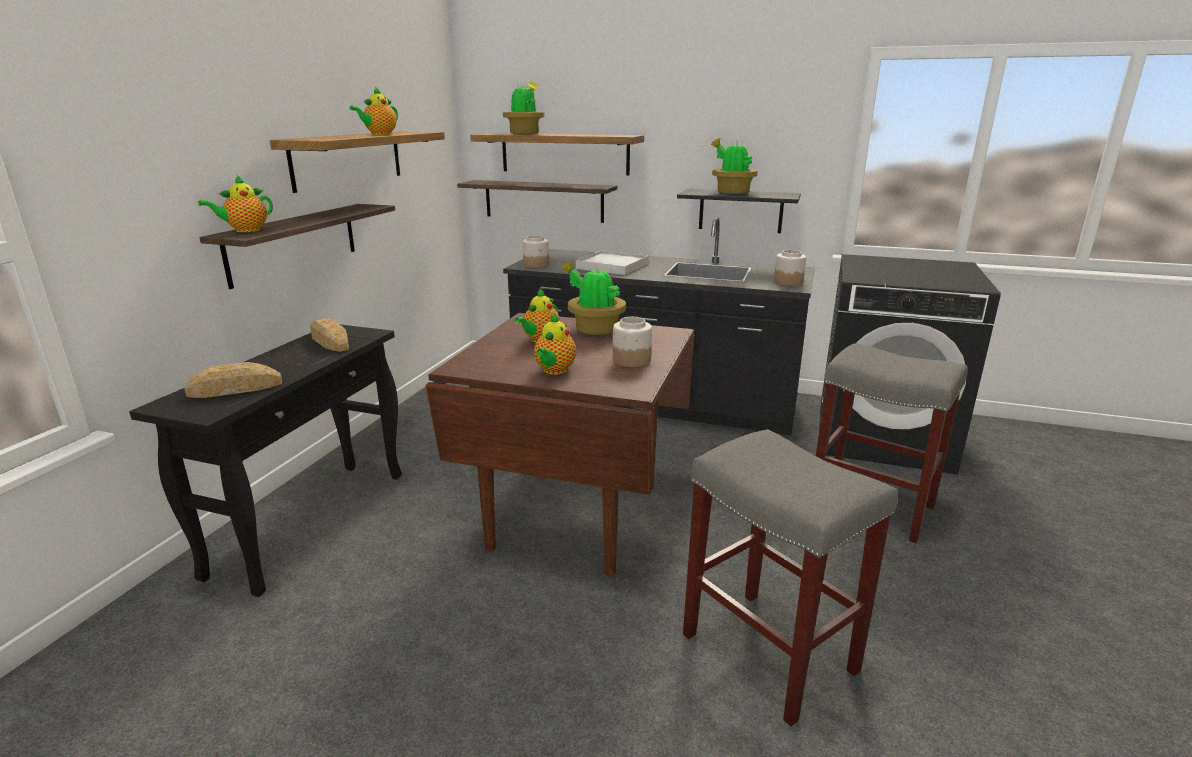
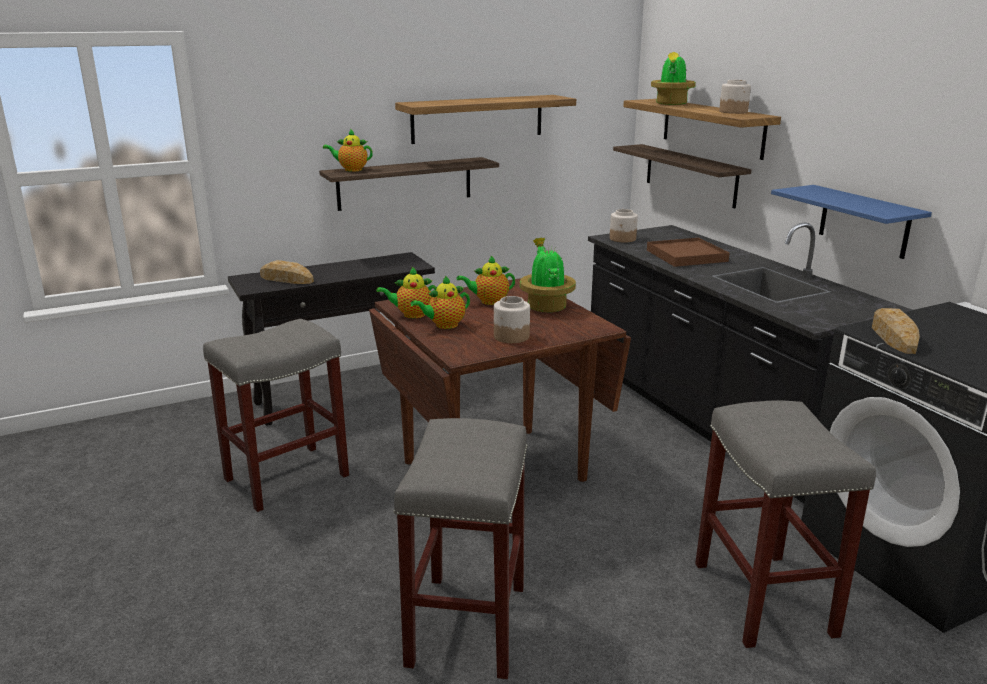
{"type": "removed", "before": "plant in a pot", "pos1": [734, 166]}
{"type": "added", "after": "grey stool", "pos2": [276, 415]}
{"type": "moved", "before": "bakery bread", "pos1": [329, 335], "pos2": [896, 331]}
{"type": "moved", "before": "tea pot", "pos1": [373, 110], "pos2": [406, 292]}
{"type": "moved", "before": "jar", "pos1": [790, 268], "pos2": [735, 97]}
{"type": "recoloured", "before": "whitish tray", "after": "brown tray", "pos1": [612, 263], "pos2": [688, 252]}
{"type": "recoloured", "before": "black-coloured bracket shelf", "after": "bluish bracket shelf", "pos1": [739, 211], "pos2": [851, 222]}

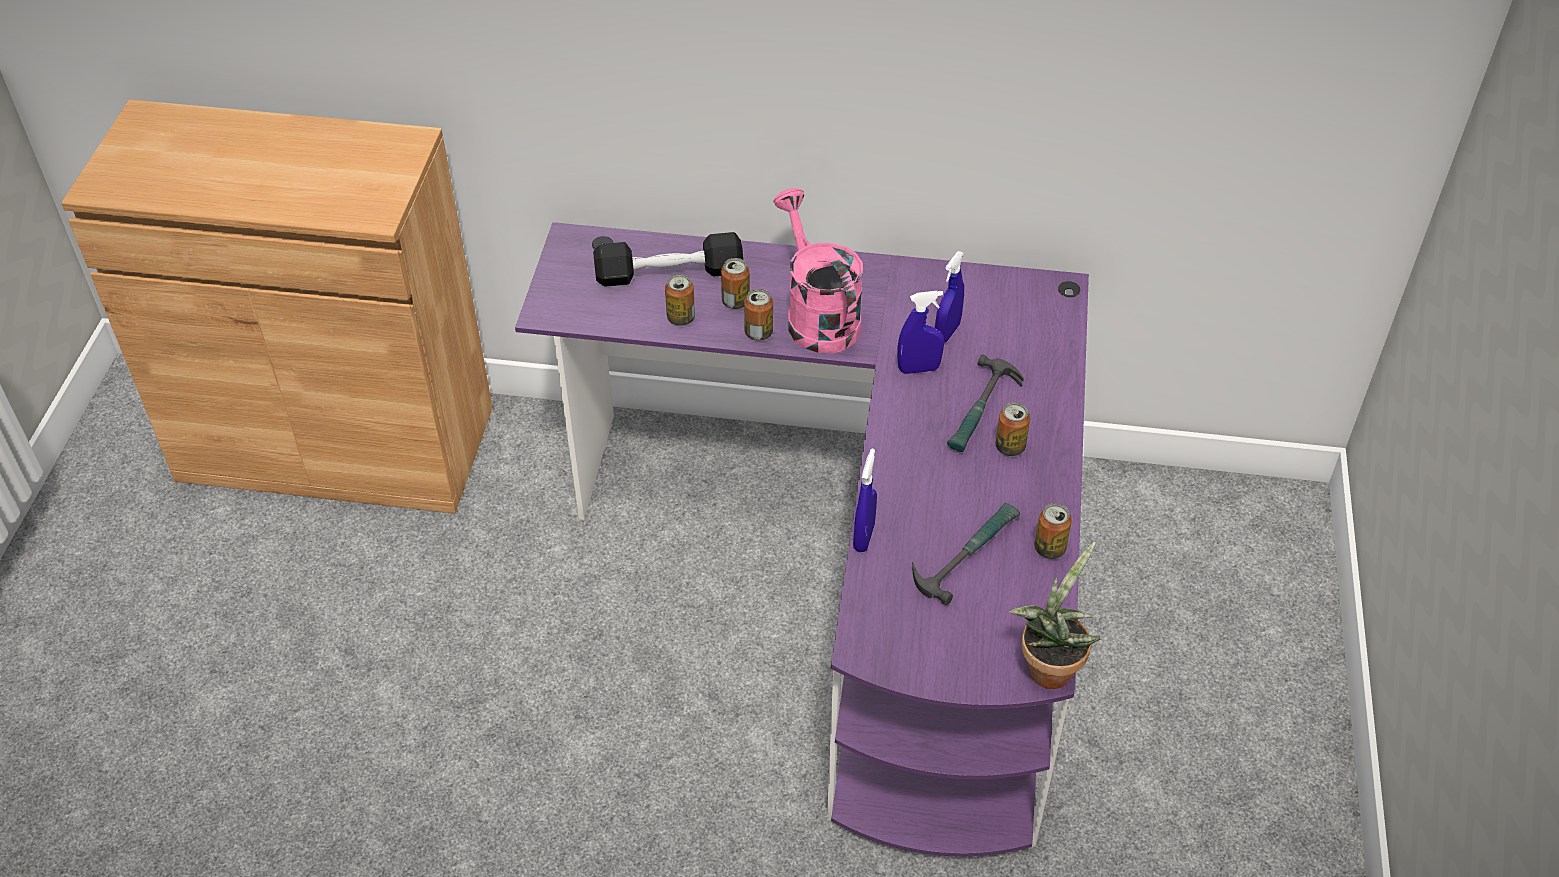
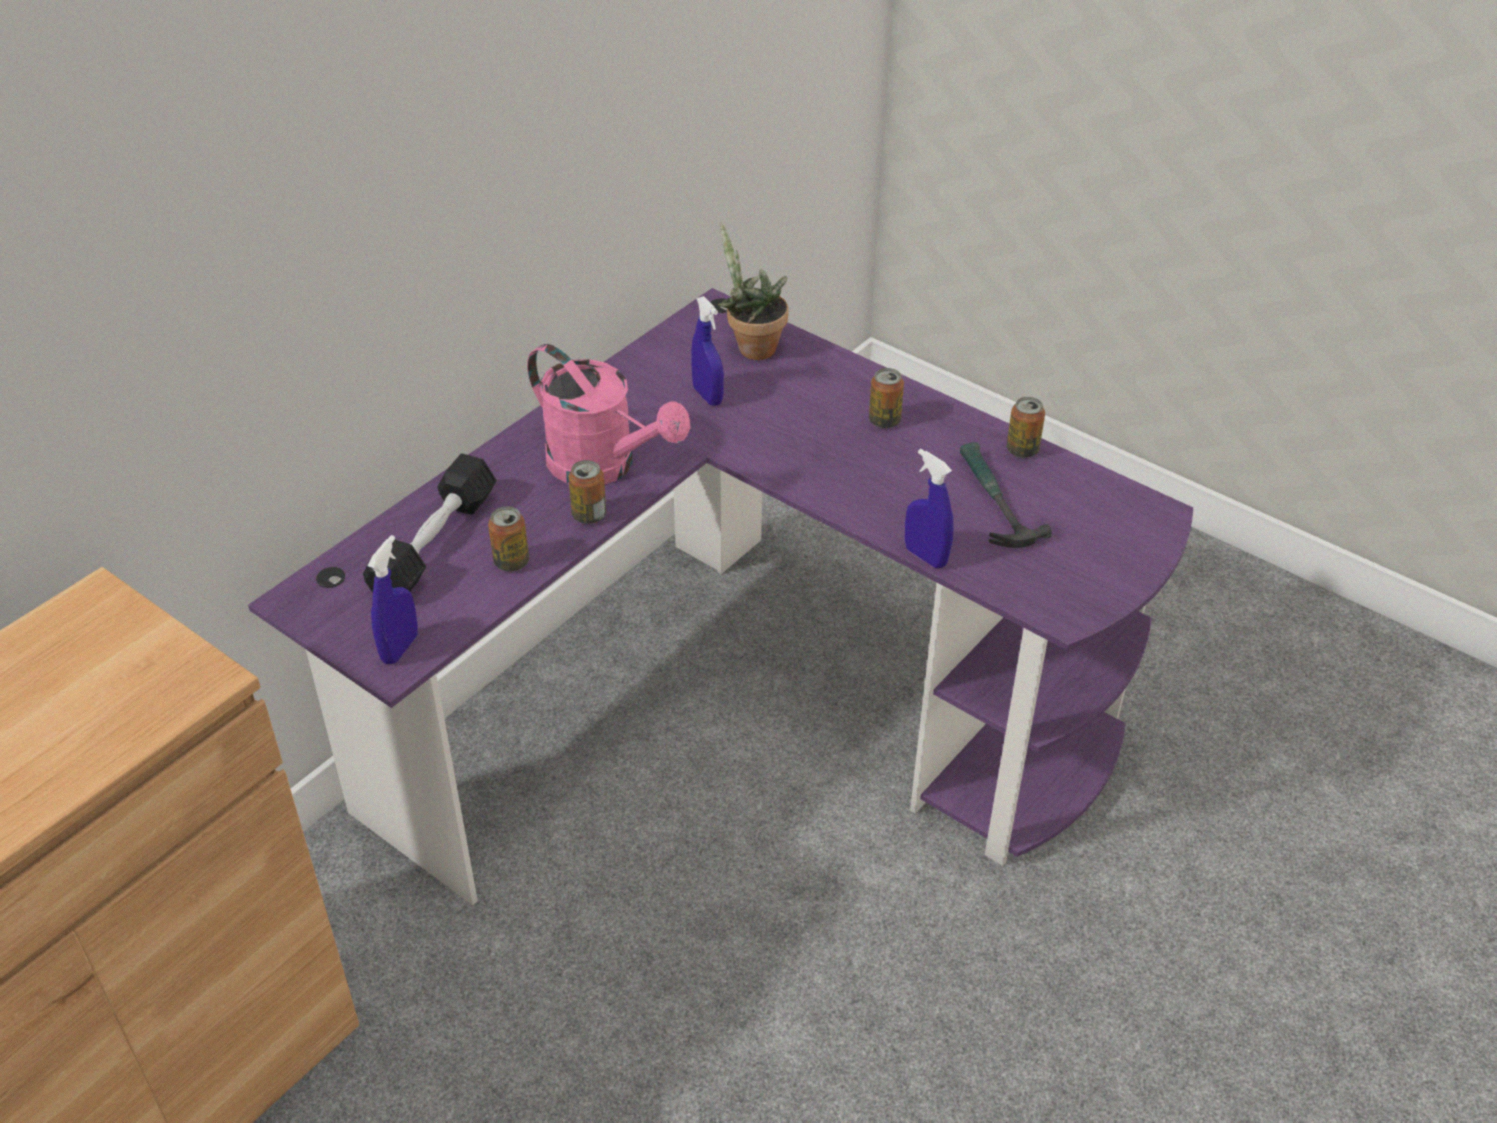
{"type": "removed", "before": "can", "pos1": [735, 283]}
{"type": "removed", "before": "hammer", "pos1": [985, 403]}
{"type": "moved", "before": "bluish spray bottle", "pos1": [920, 332], "pos2": [392, 600]}
{"type": "moved", "before": "plant in a pot", "pos1": [1055, 615], "pos2": [753, 290]}
{"type": "turned", "before": "pink sprinkling can", "pos1": [818, 270], "pos2": [608, 414], "turn": -150}

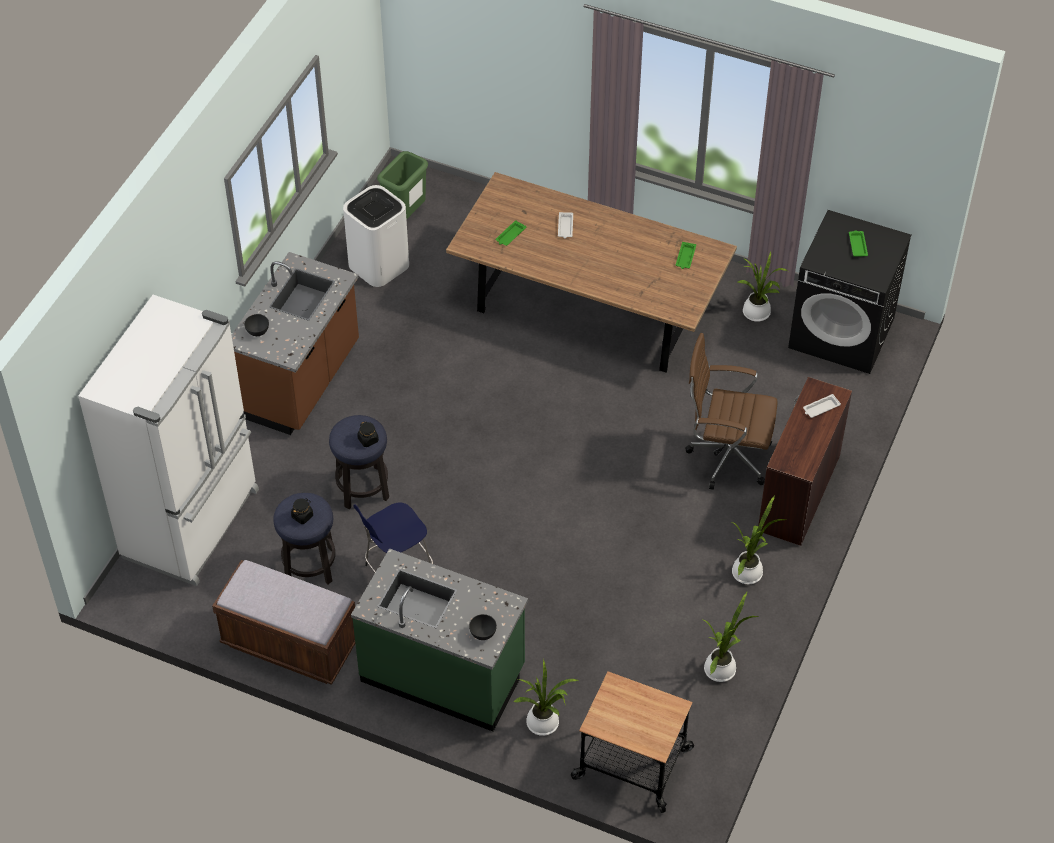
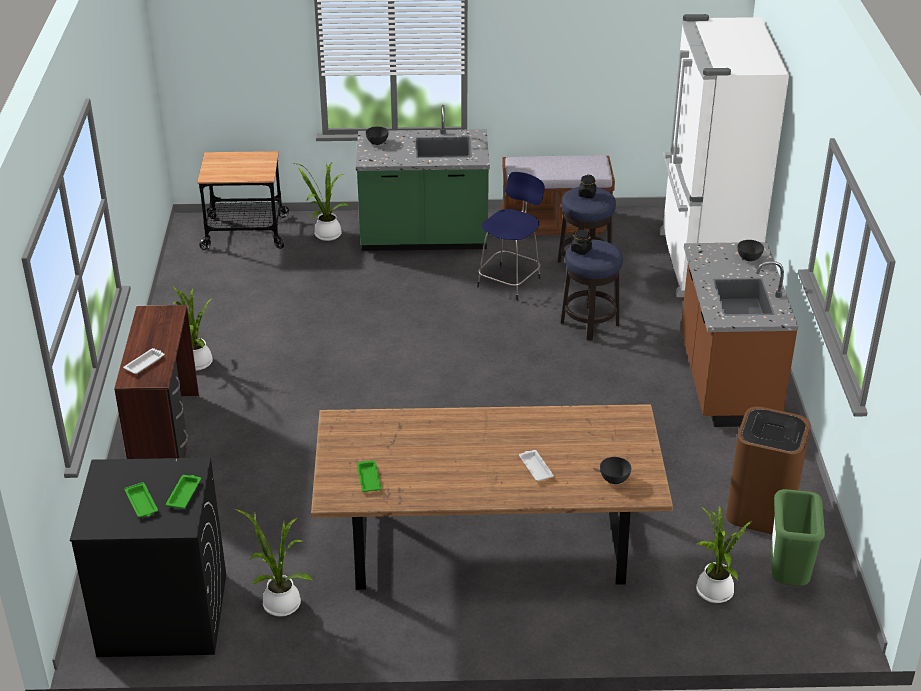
{"type": "removed", "before": "brown computer chair", "pos1": [731, 411]}
{"type": "added", "after": "grey deep dish", "pos2": [615, 470]}
{"type": "moved", "before": "greenish tray", "pos1": [511, 233], "pos2": [183, 492]}
{"type": "moved", "before": "plant in a pot", "pos1": [731, 637], "pos2": [724, 554]}
{"type": "recoloured", "before": "whitish trash can", "after": "brown trash can", "pos1": [376, 236], "pos2": [768, 470]}

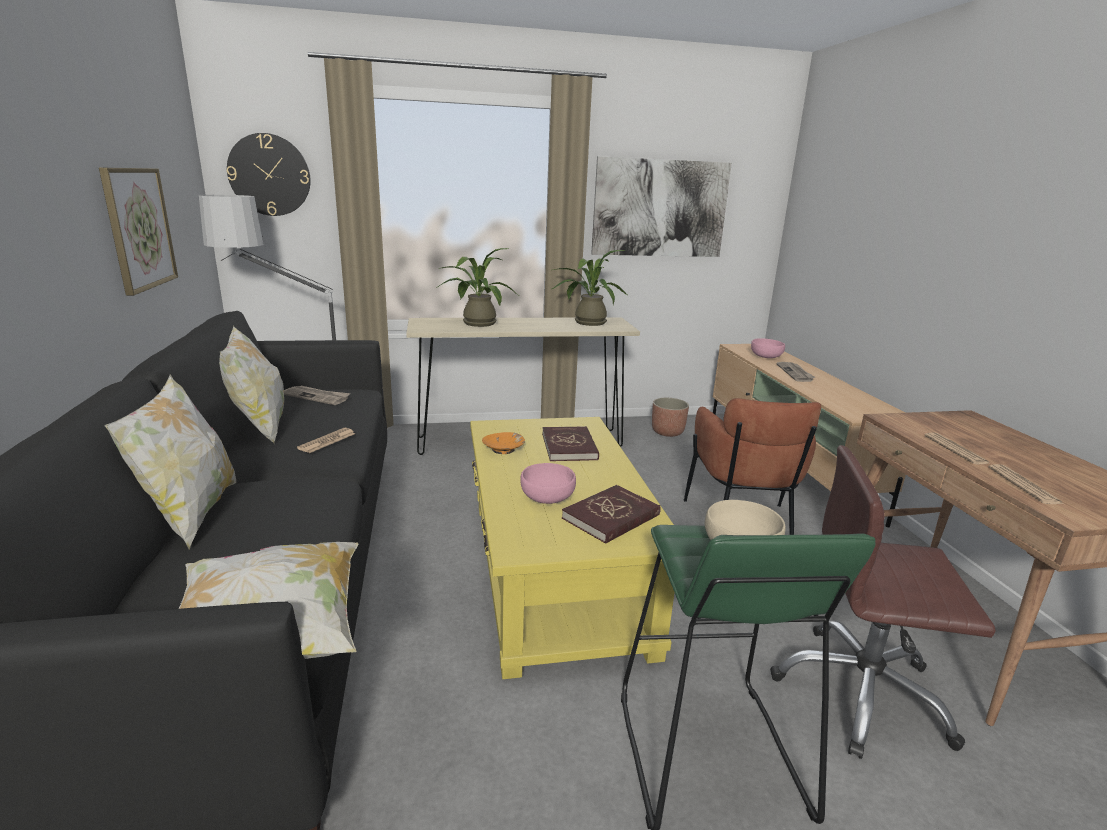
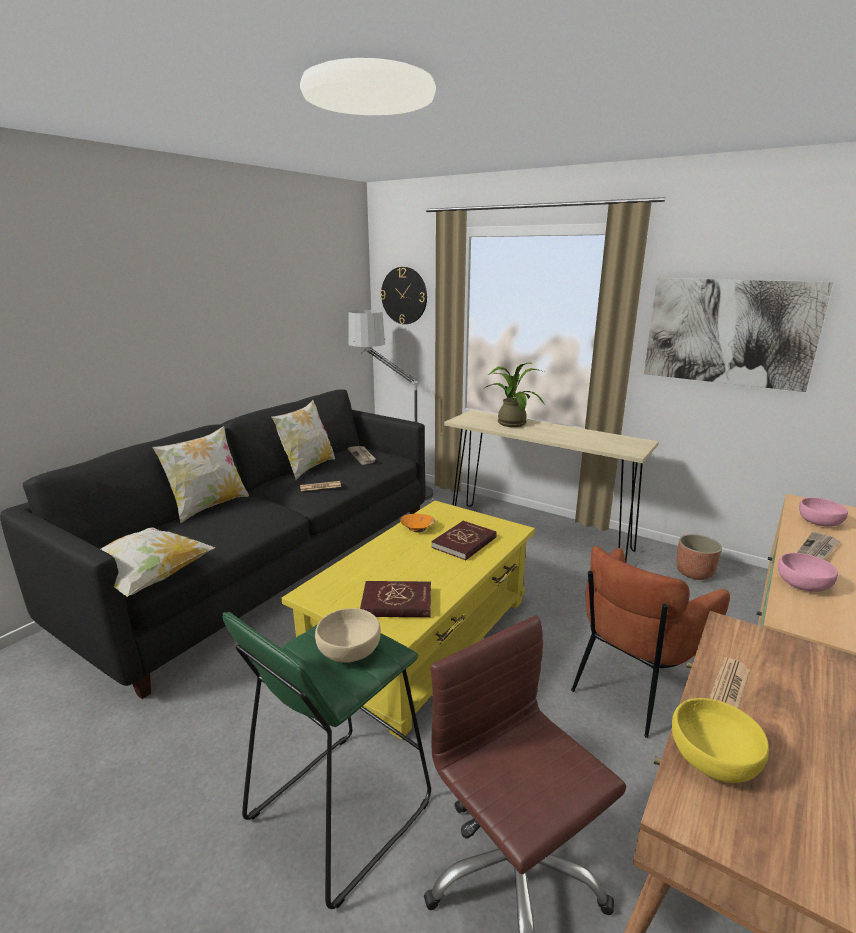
{"type": "removed", "before": "picture", "pos1": [138, 231]}
{"type": "removed", "before": "plant in a pot", "pos1": [589, 288]}
{"type": "moved", "before": "pink deep dish", "pos1": [548, 483], "pos2": [808, 572]}
{"type": "replaced", "before": "newspaper", "after": "yellow deep dish", "pos1": [1026, 484], "pos2": [720, 740]}

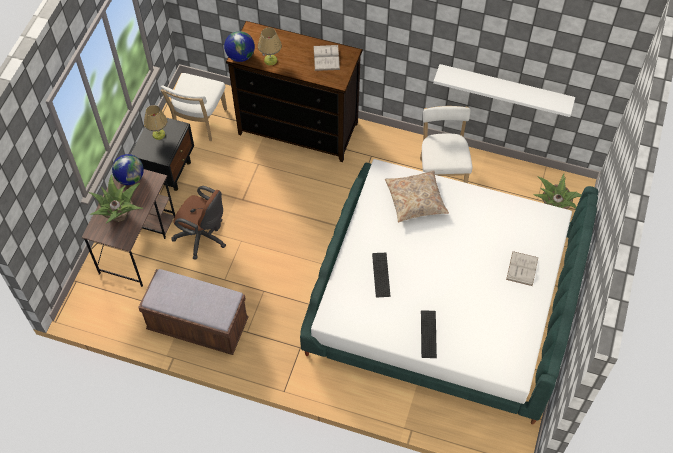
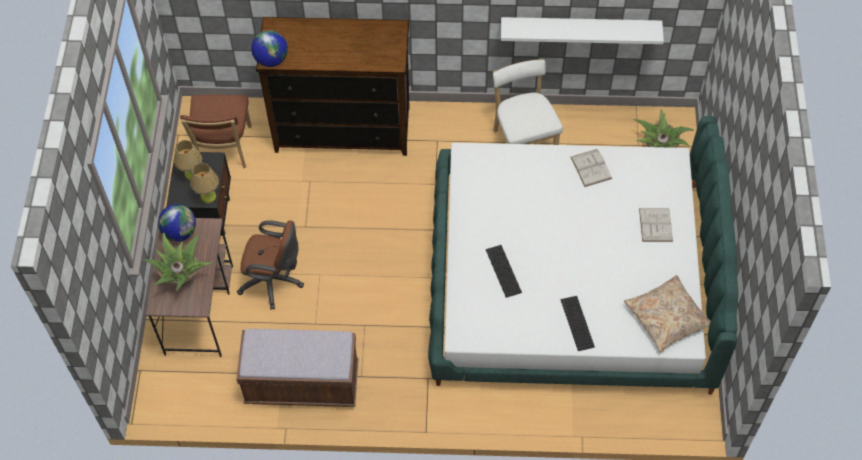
{"type": "moved", "before": "lamp for a table", "pos1": [270, 46], "pos2": [204, 183]}
{"type": "moved", "before": "whitish bound book", "pos1": [326, 58], "pos2": [591, 168]}
{"type": "moved", "before": "beige pillow", "pos1": [417, 196], "pos2": [667, 314]}
{"type": "recoloured", "before": "whitish plain chair", "after": "brown plain chair", "pos1": [194, 107], "pos2": [216, 131]}

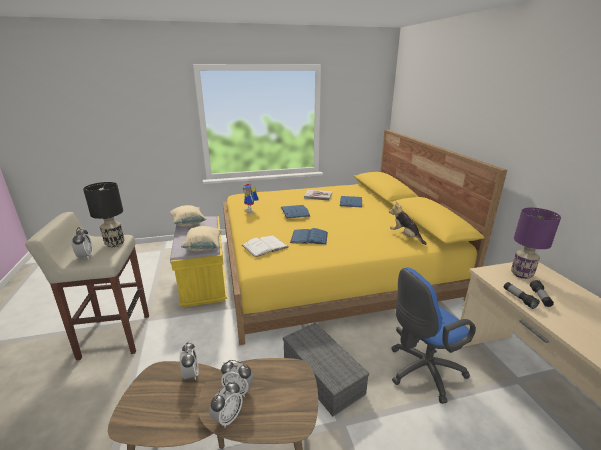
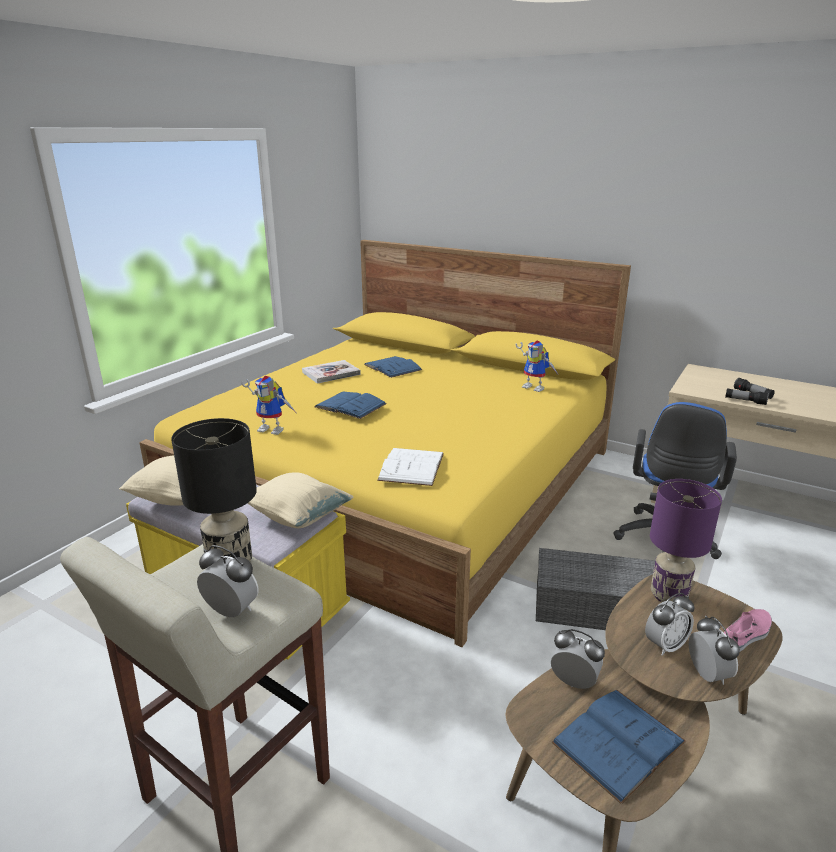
{"type": "added", "after": "pink shoe", "pos2": [748, 630]}
{"type": "moved", "before": "bluish bound book", "pos1": [309, 236], "pos2": [618, 747]}
{"type": "moved", "before": "purple-coloured lamp for a table", "pos1": [536, 243], "pos2": [686, 541]}
{"type": "replaced", "before": "cuddly toy", "after": "robot figure", "pos1": [408, 223], "pos2": [537, 366]}

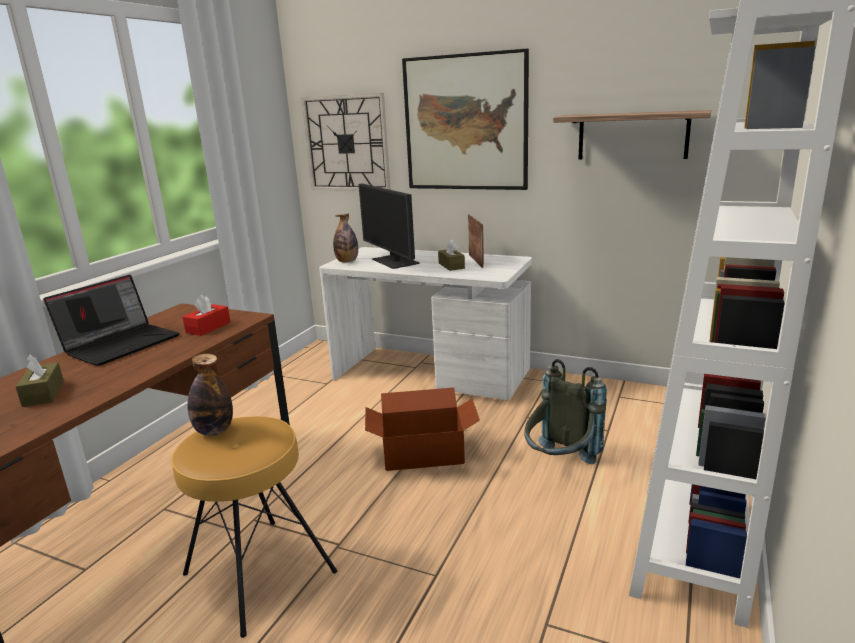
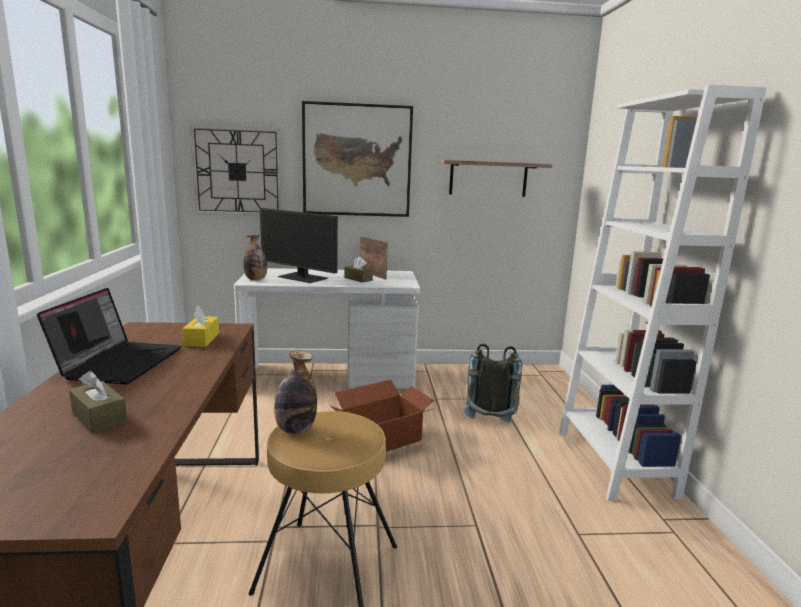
{"type": "recoloured", "before": "reddish tissue box", "after": "yellow tissue box", "pos1": [206, 315], "pos2": [200, 326]}

